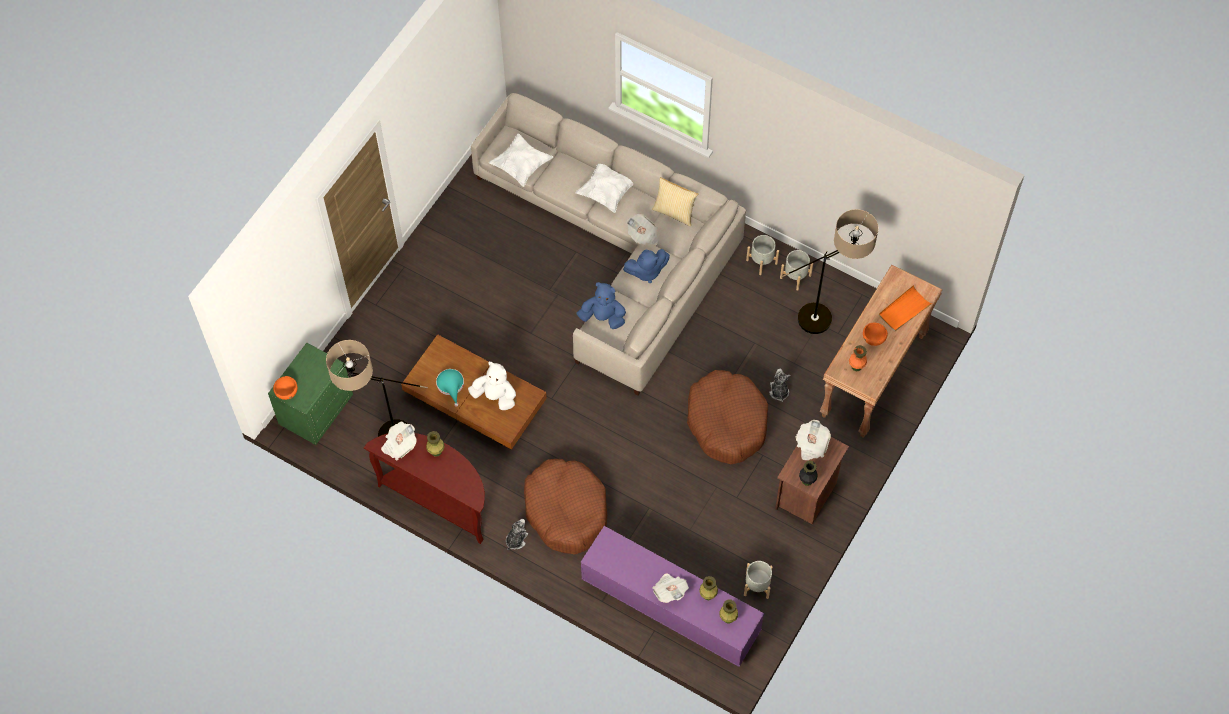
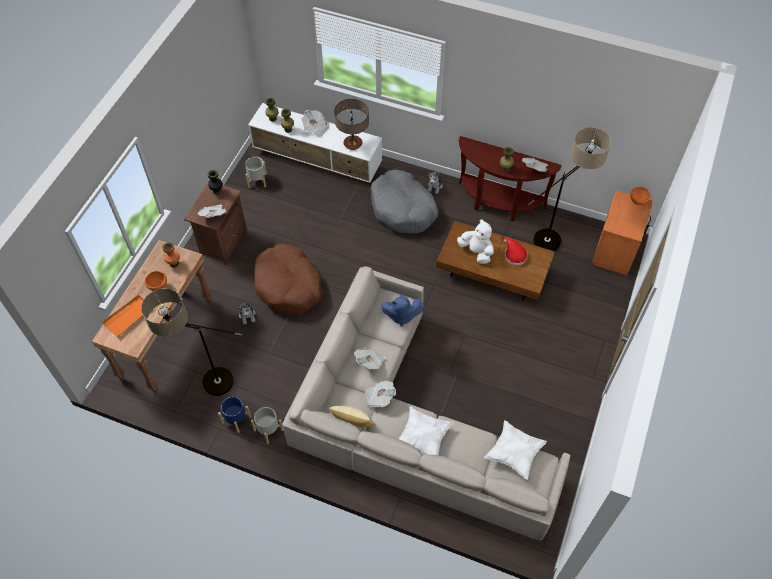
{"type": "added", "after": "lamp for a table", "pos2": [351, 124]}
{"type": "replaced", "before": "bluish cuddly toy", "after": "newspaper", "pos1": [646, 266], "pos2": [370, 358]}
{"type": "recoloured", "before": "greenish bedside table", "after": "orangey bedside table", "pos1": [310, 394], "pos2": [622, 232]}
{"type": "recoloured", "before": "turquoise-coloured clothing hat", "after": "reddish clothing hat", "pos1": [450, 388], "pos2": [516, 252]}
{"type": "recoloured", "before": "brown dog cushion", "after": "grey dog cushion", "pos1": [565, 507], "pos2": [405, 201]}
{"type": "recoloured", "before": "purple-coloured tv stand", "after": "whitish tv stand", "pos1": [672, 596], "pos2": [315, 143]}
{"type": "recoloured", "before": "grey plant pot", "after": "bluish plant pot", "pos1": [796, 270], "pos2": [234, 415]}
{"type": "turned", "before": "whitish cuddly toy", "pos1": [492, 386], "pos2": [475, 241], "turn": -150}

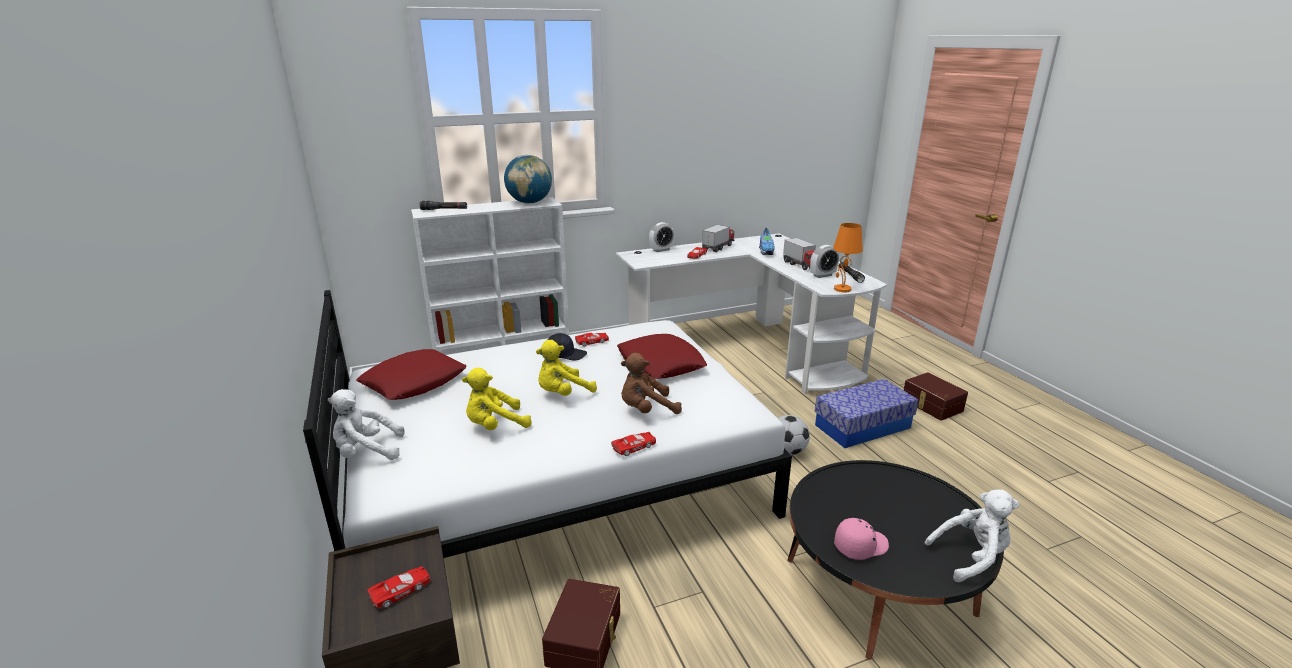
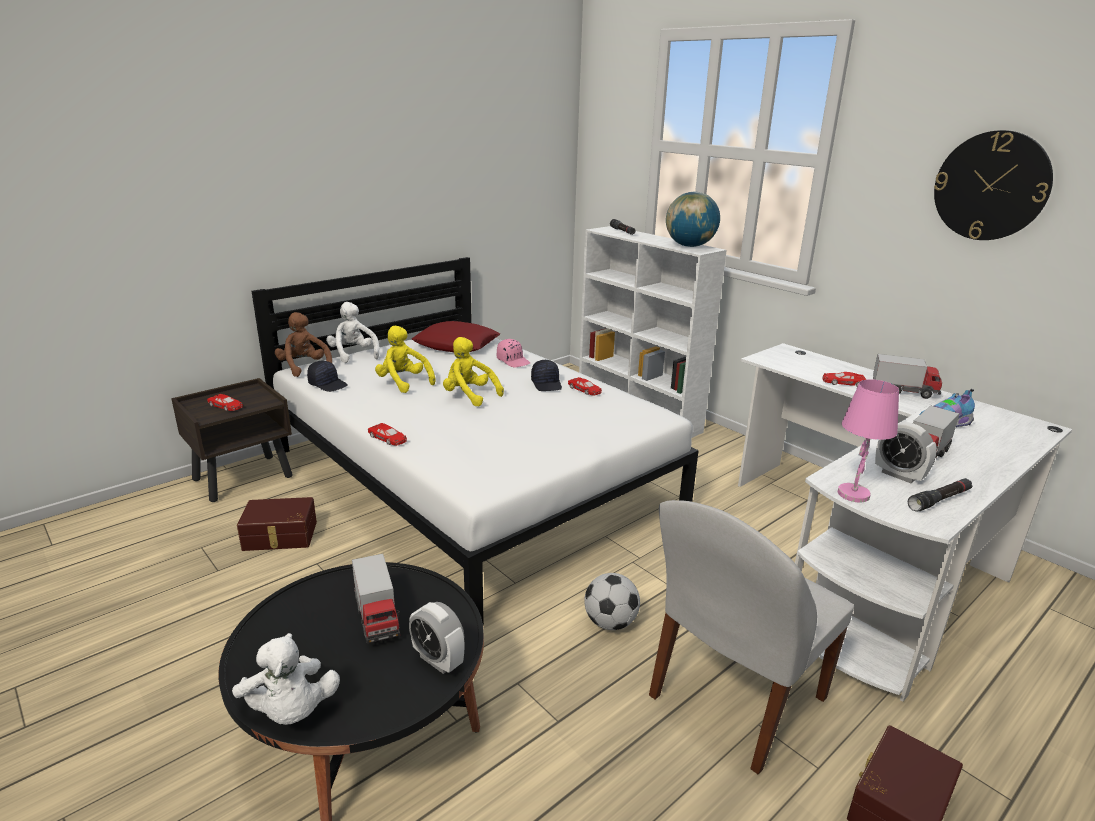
{"type": "removed", "before": "reddish pillow", "pos1": [662, 356]}
{"type": "added", "after": "black-coloured baseball cap", "pos2": [327, 376]}
{"type": "added", "after": "toy truck", "pos2": [376, 598]}
{"type": "added", "after": "clock on the wall", "pos2": [993, 185]}
{"type": "moved", "before": "brown cuddly toy", "pos1": [651, 383], "pos2": [303, 344]}
{"type": "moved", "before": "alarm clock", "pos1": [661, 237], "pos2": [436, 638]}
{"type": "moved", "before": "pink baseball cap", "pos1": [861, 539], "pos2": [513, 353]}
{"type": "replaced", "before": "storage container", "after": "whitish plain chair", "pos1": [867, 413], "pos2": [751, 637]}
{"type": "recoloured", "before": "orangey lamp for a table", "after": "pink lamp for a table", "pos1": [848, 257], "pos2": [868, 440]}

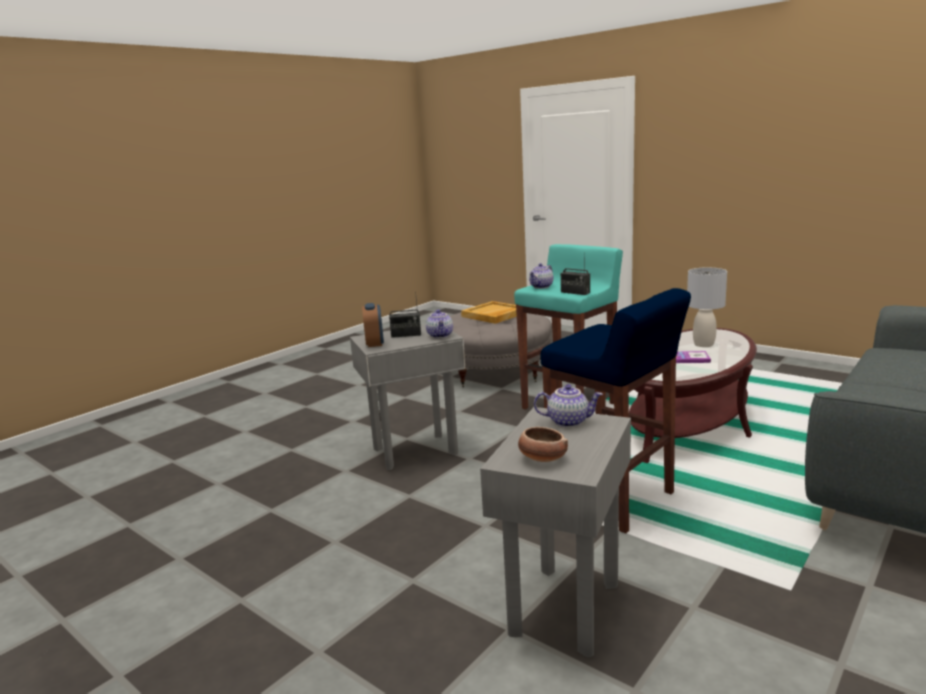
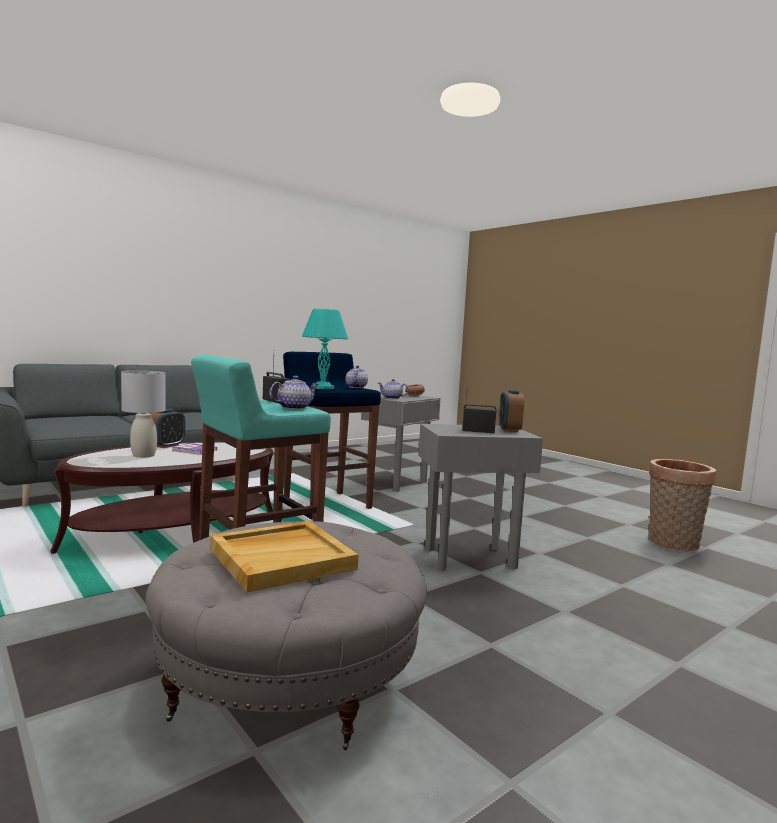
{"type": "added", "after": "alarm clock", "pos2": [168, 428]}
{"type": "added", "after": "turquoise-coloured lamp for a table", "pos2": [325, 349]}
{"type": "added", "after": "storage basket", "pos2": [682, 505]}
{"type": "moved", "before": "tea pot", "pos1": [439, 324], "pos2": [356, 376]}

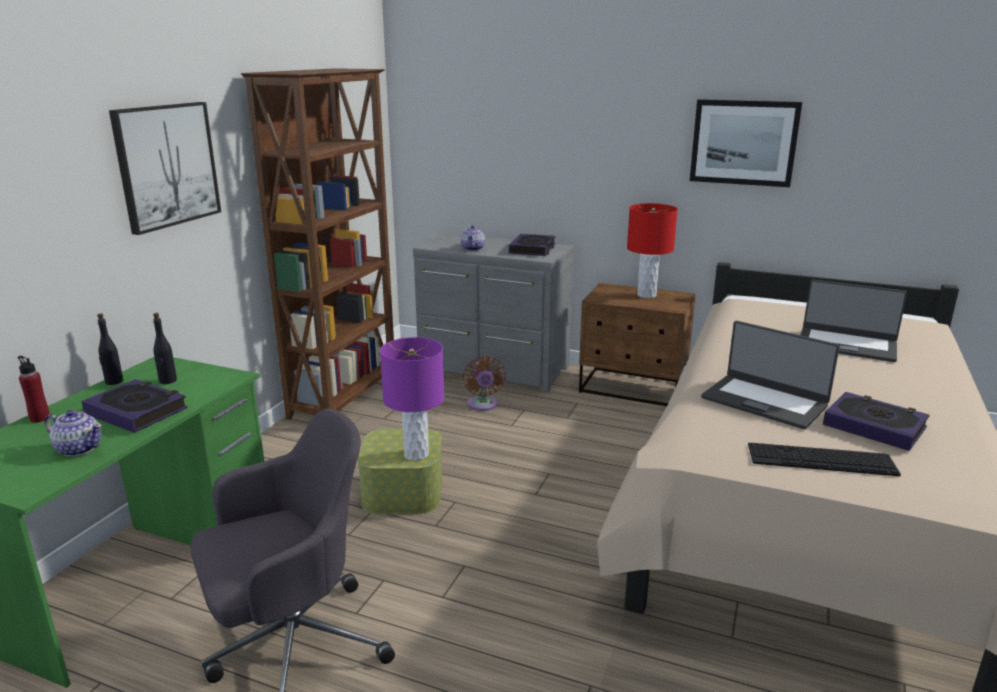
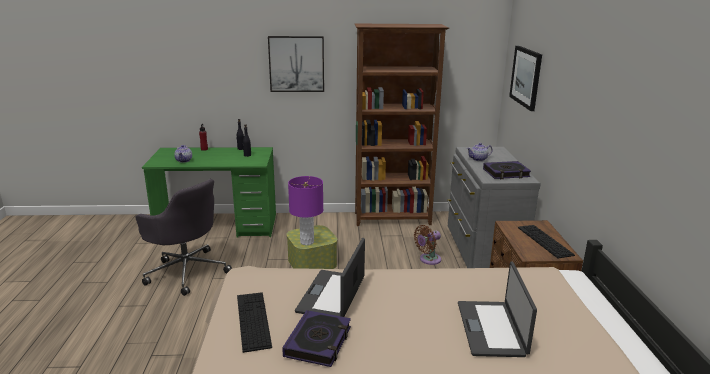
{"type": "removed", "before": "bound book", "pos1": [134, 406]}
{"type": "moved", "before": "picture", "pos1": [746, 143], "pos2": [525, 78]}
{"type": "replaced", "before": "reddish lamp for a table", "after": "PC keyboard", "pos1": [652, 250], "pos2": [546, 241]}

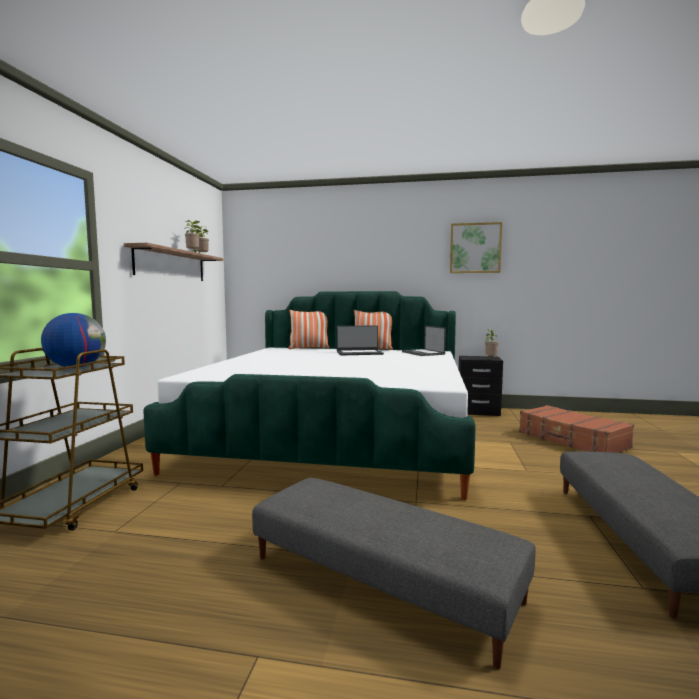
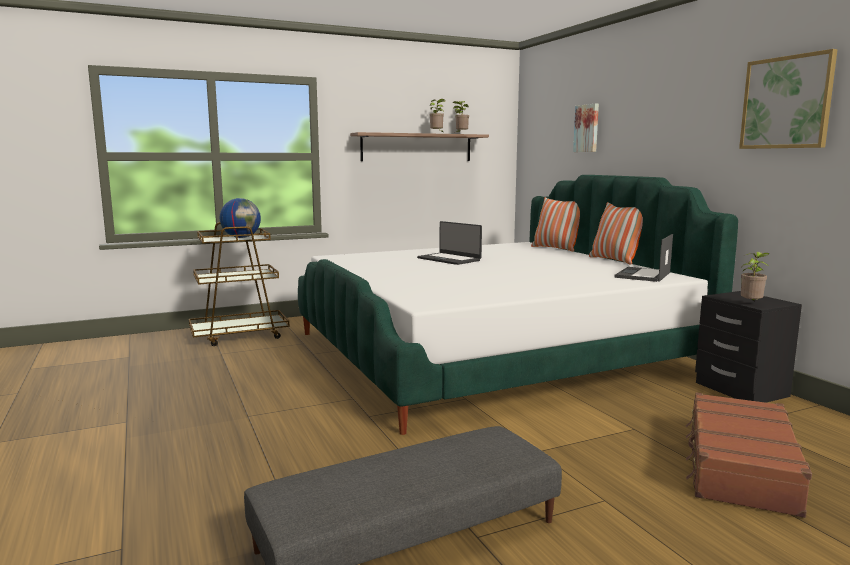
{"type": "removed", "before": "grey footrest", "pos1": [394, 574]}
{"type": "added", "after": "picture", "pos2": [586, 128]}
{"type": "moved", "before": "notebook computer", "pos1": [360, 340], "pos2": [449, 243]}

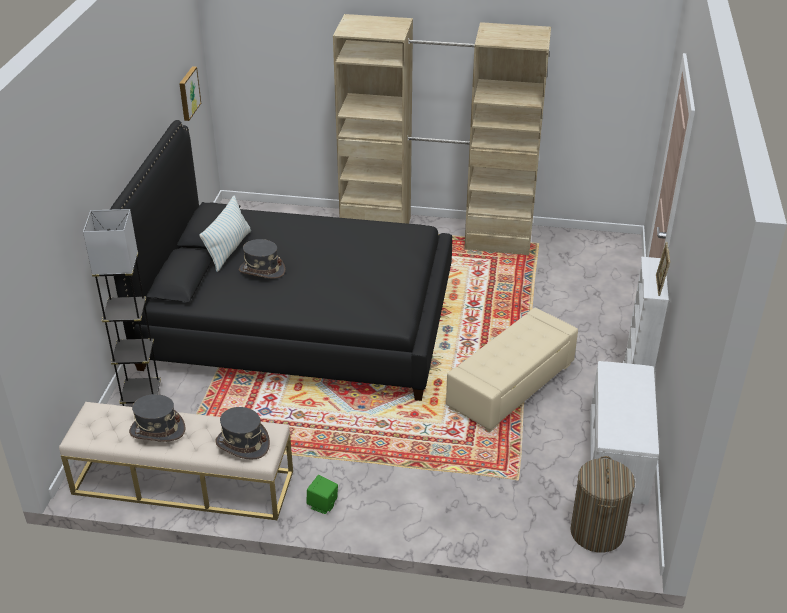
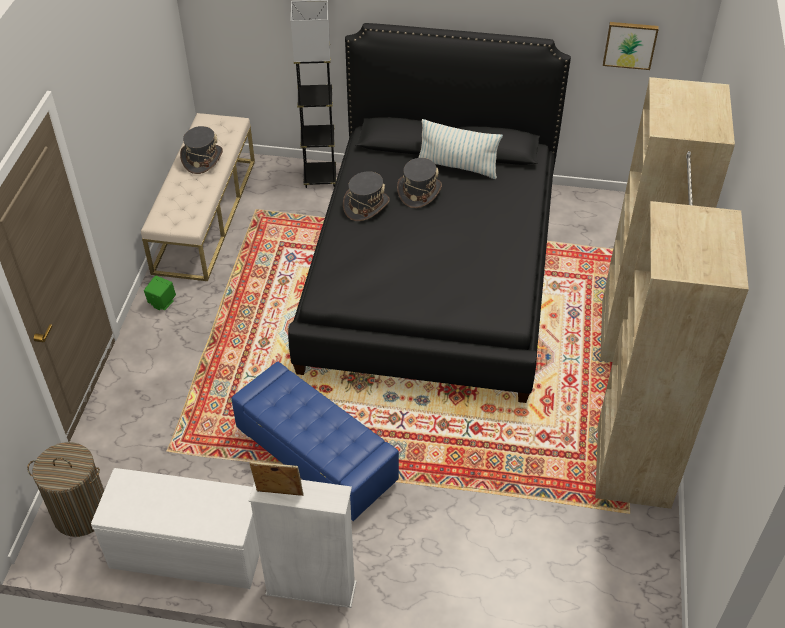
{"type": "moved", "before": "grey clothing hat", "pos1": [243, 433], "pos2": [366, 196]}
{"type": "recoloured", "before": "beige footrest", "after": "bluish footrest", "pos1": [512, 370], "pos2": [315, 441]}

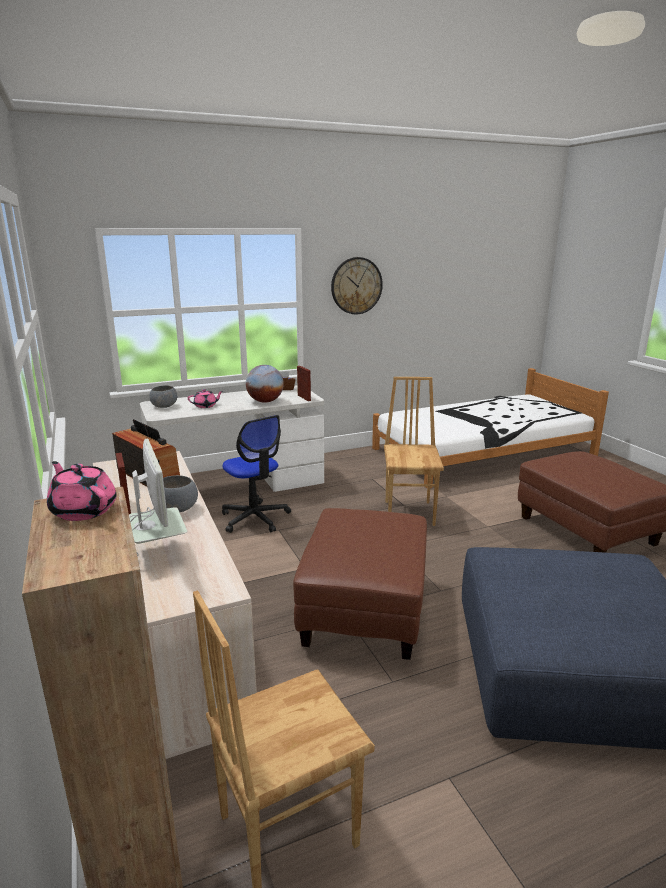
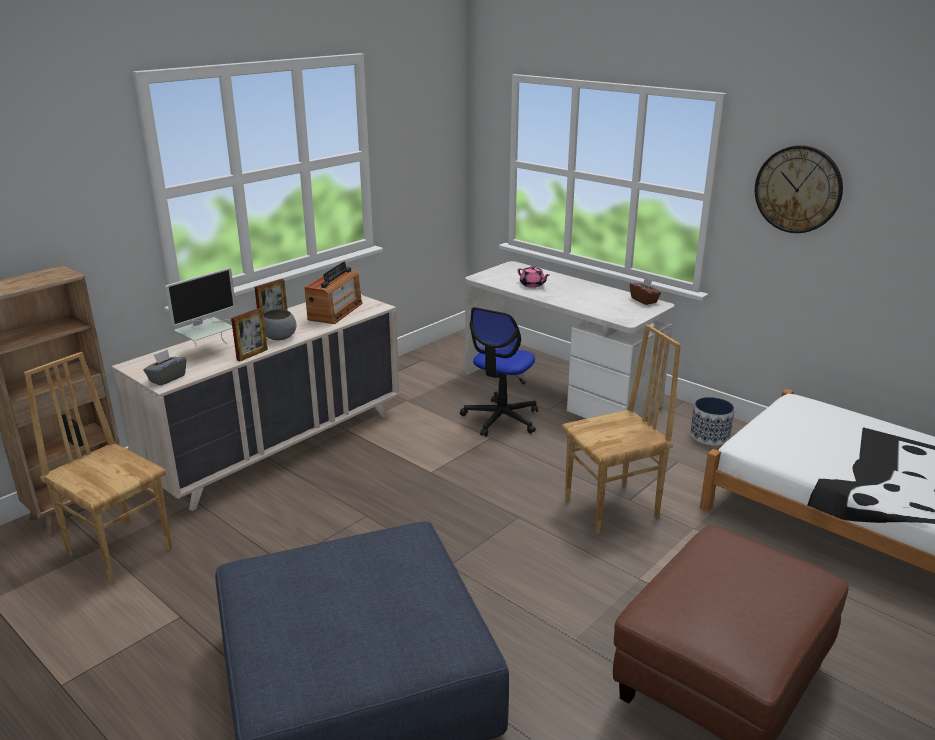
{"type": "removed", "before": "pink tea pot", "pos1": [81, 491]}
{"type": "removed", "before": "grey deep dish", "pos1": [163, 396]}
{"type": "removed", "before": "globe", "pos1": [265, 384]}
{"type": "removed", "before": "brown footrest", "pos1": [360, 584]}
{"type": "added", "after": "grey tissue box", "pos2": [164, 368]}
{"type": "added", "after": "plant pot", "pos2": [712, 421]}
{"type": "moved", "before": "photo frame", "pos1": [304, 383], "pos2": [249, 334]}

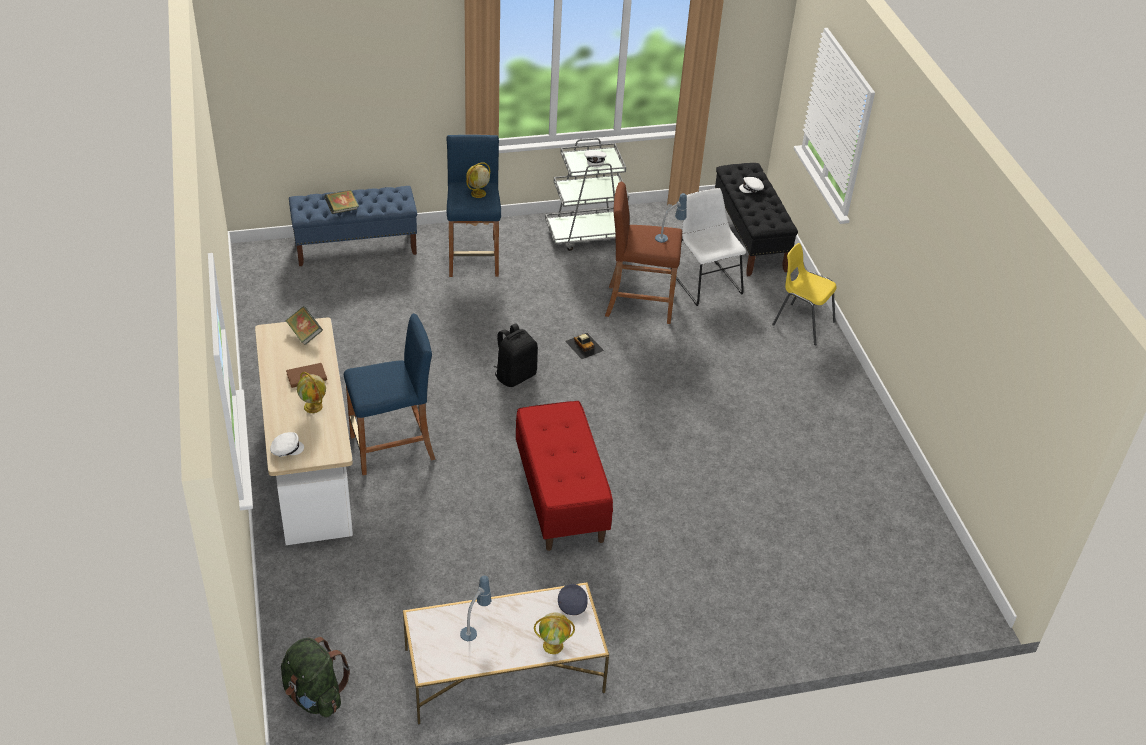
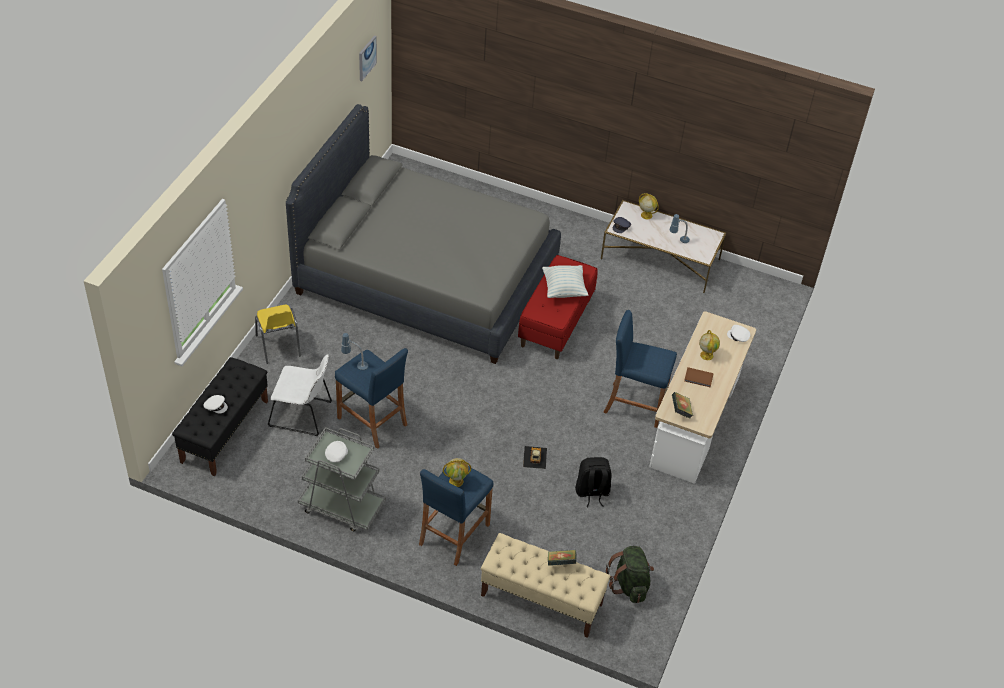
{"type": "added", "after": "grey sleeping bed", "pos2": [423, 234]}
{"type": "added", "after": "picture", "pos2": [368, 58]}
{"type": "added", "after": "pillow", "pos2": [565, 281]}
{"type": "moved", "before": "greenish backpack", "pos1": [315, 677], "pos2": [630, 574]}
{"type": "moved", "before": "black-coloured backpack", "pos1": [515, 355], "pos2": [593, 482]}
{"type": "moved", "before": "model car", "pos1": [584, 346], "pos2": [535, 457]}
{"type": "recoloured", "before": "bluish long seat", "after": "beige long seat", "pos1": [353, 226], "pos2": [545, 585]}
{"type": "recoloured", "before": "brown stool", "after": "bluish stool", "pos1": [643, 253], "pos2": [371, 398]}
{"type": "turned", "before": "whitish plain chair", "pos1": [711, 247], "pos2": [300, 395], "turn": -90}

